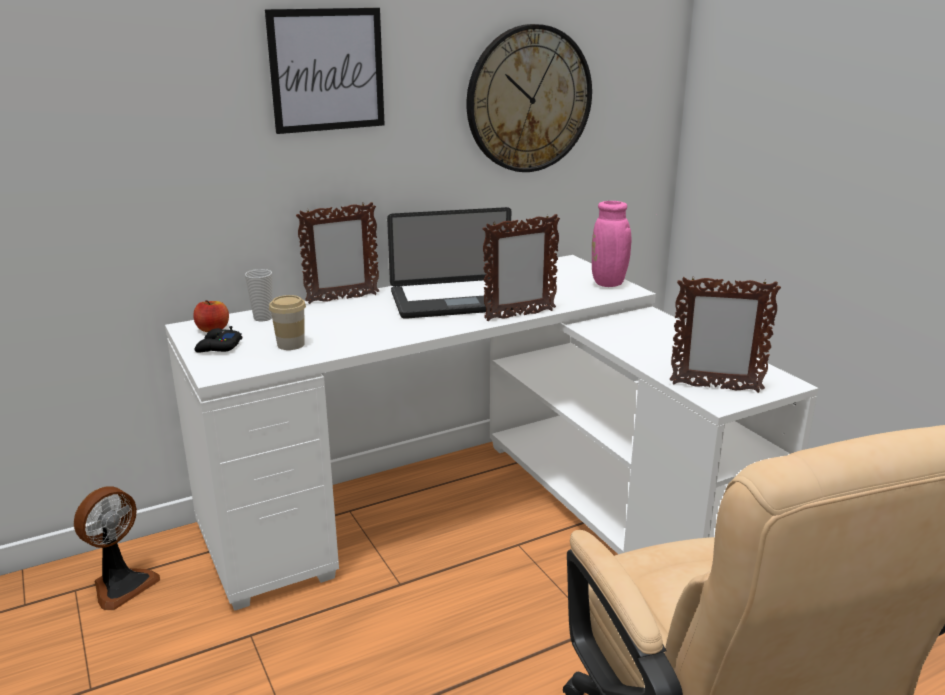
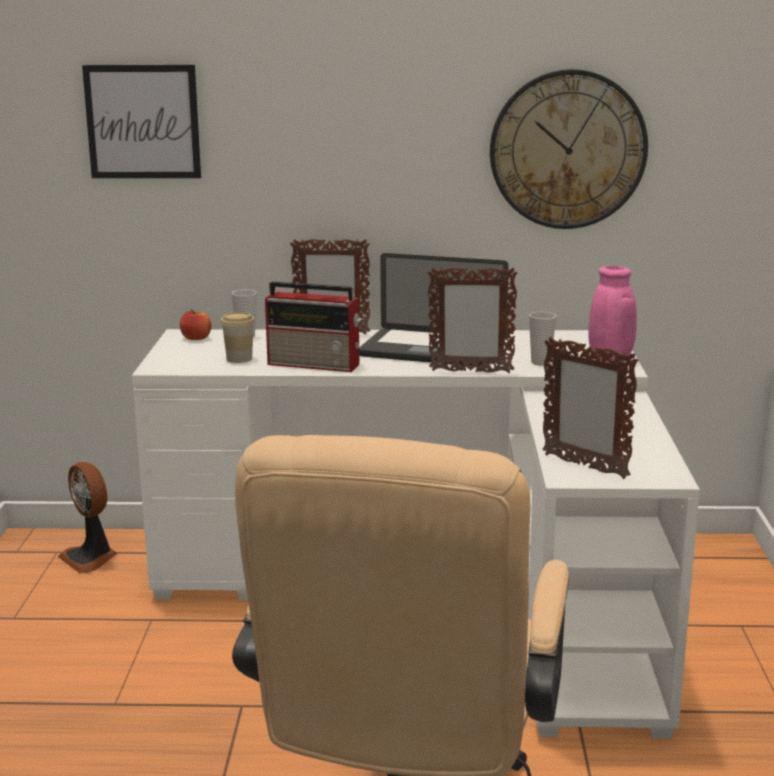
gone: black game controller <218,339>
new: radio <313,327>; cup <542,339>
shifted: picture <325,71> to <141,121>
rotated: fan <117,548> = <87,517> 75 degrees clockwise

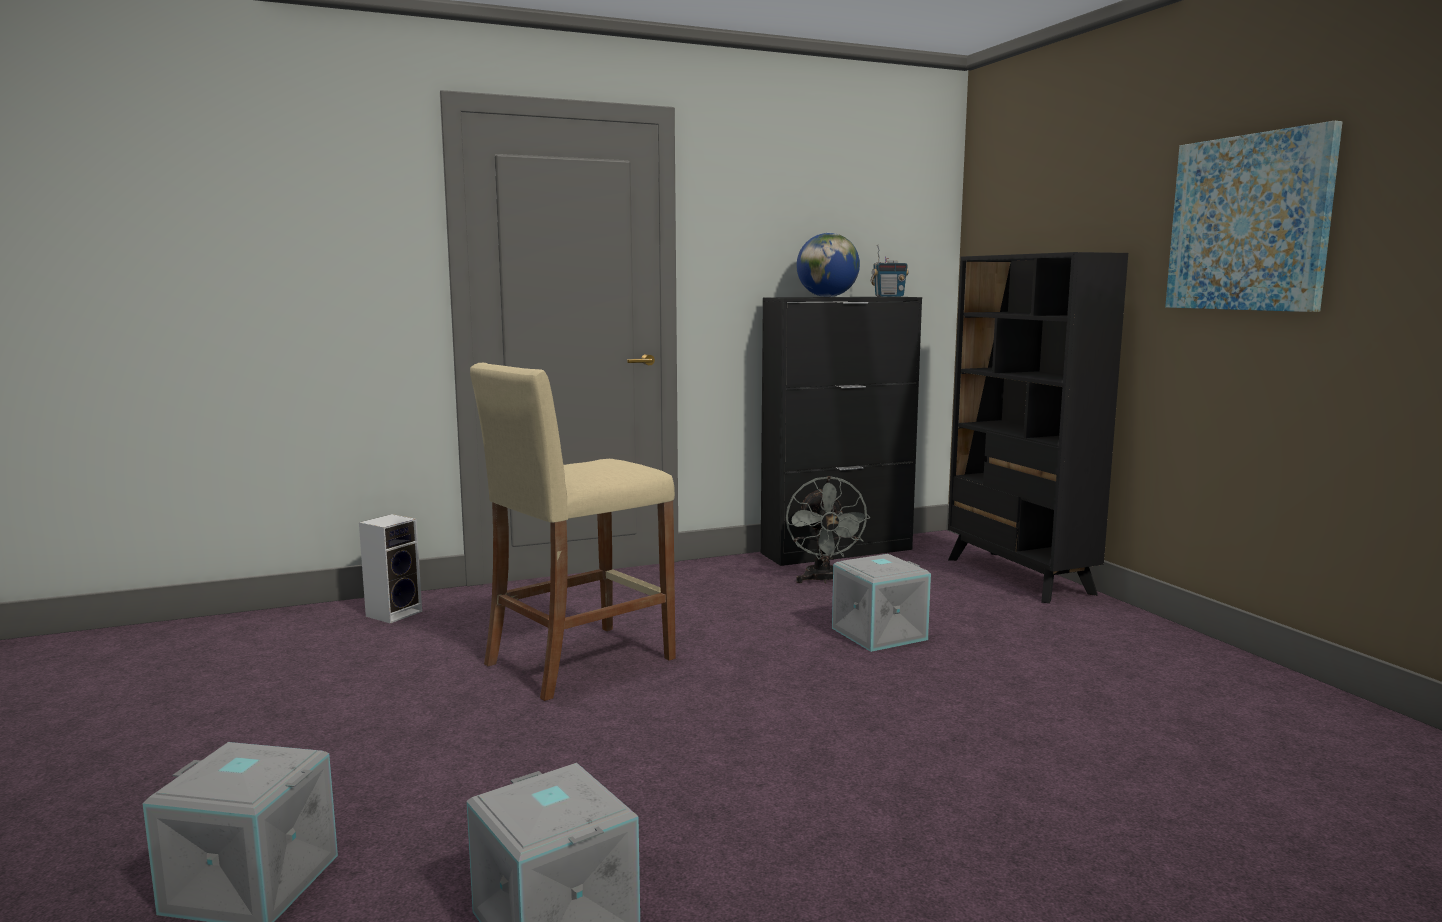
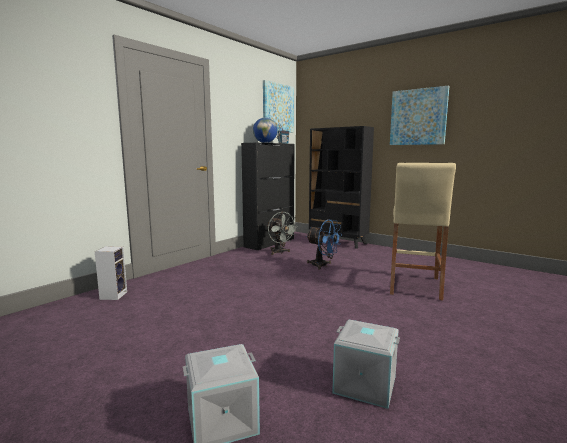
new: picture <278,106>
shifted: beige stool <573,532> to <423,231>
swapped: grey storage box <881,603> to blue fan <324,244>

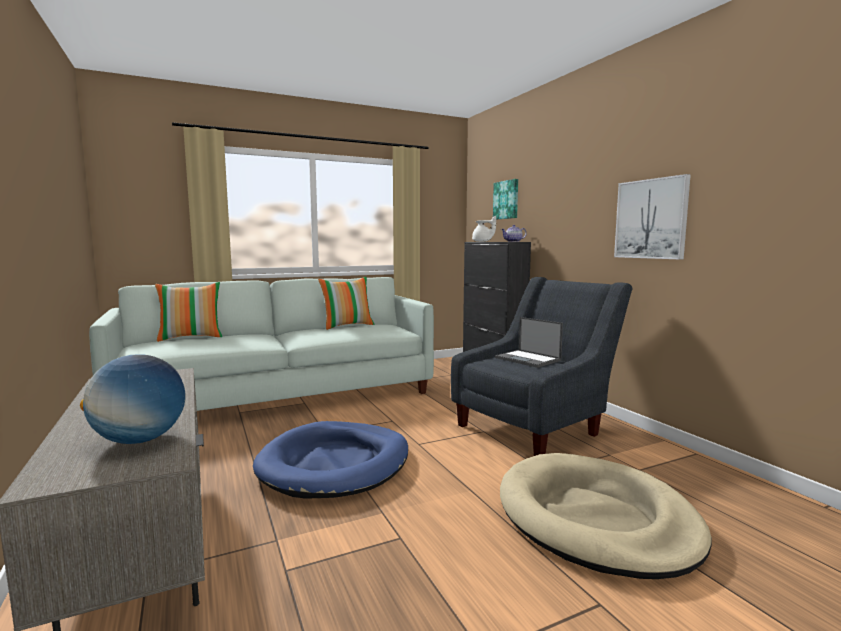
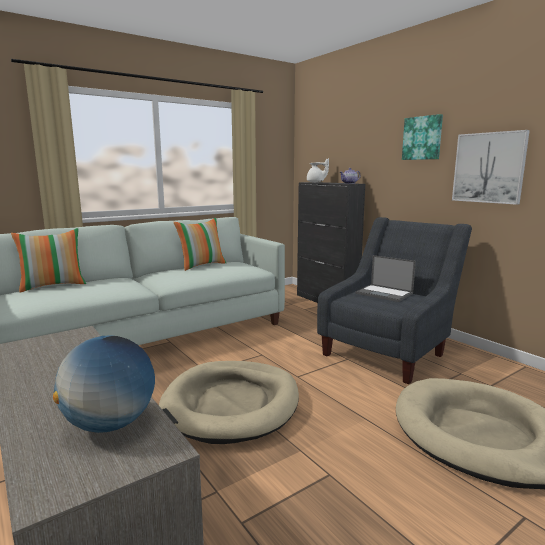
shifted: picture <505,199> to <422,137>
repainted: blue dog bed <330,460> to beige dog bed <229,402>

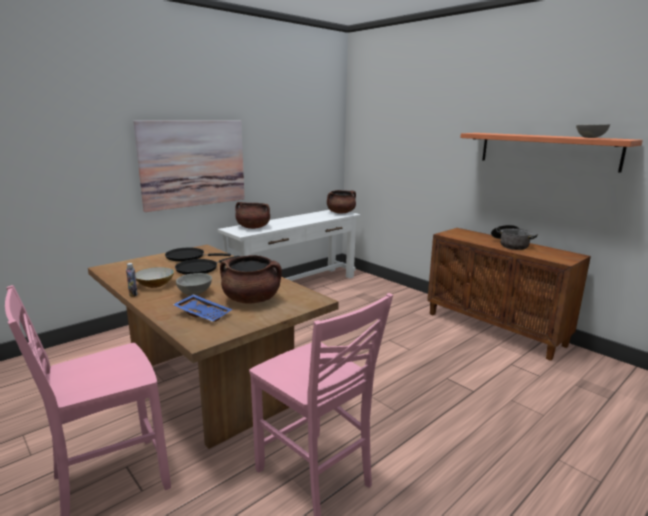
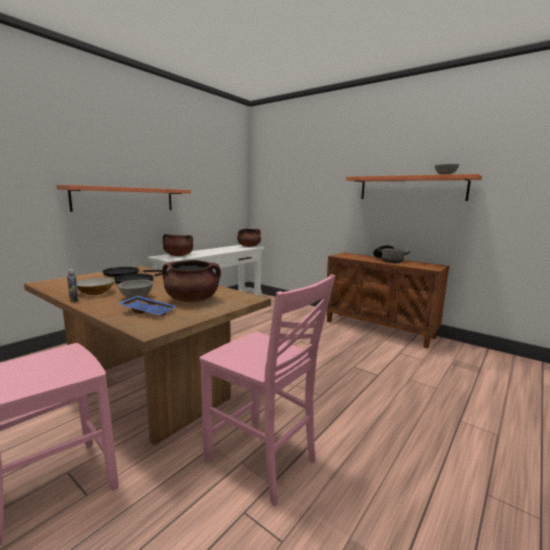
swapped: picture <189,166> to shelf <124,198>

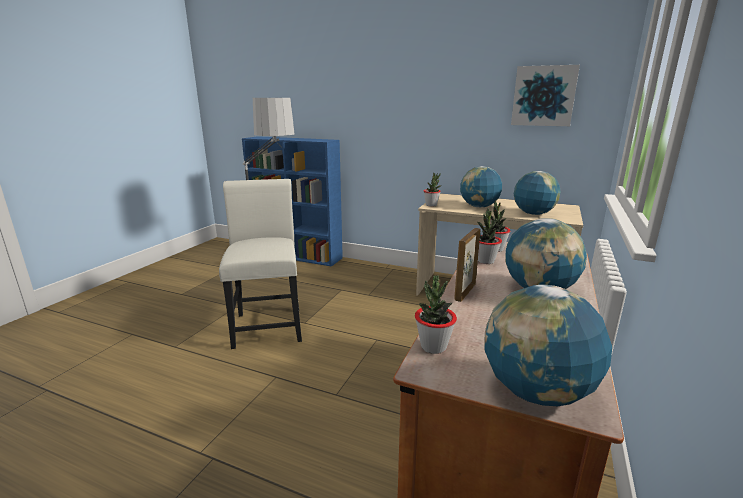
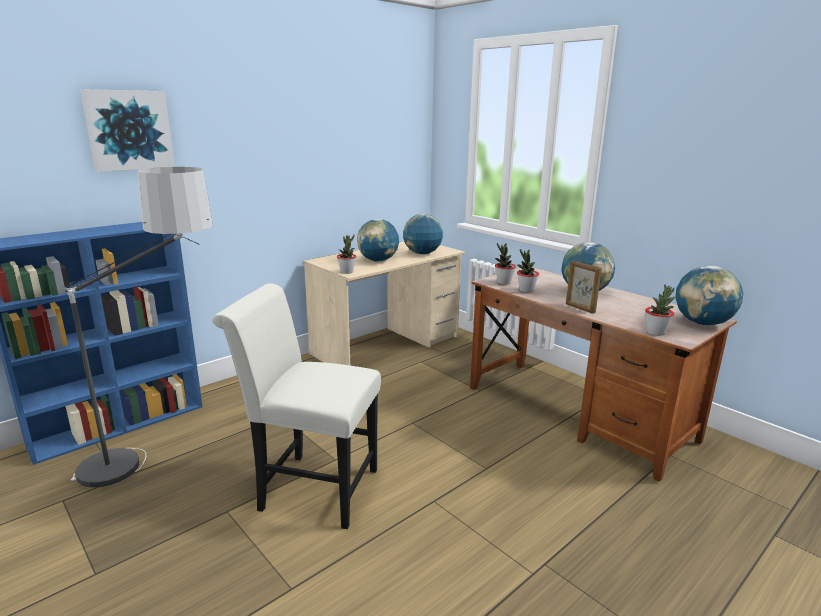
shifted: picture <545,95> to <127,130>

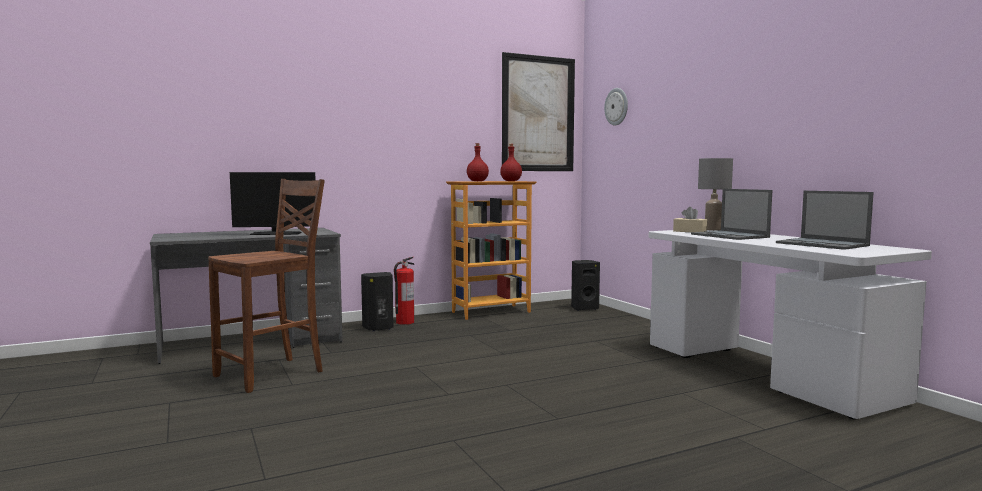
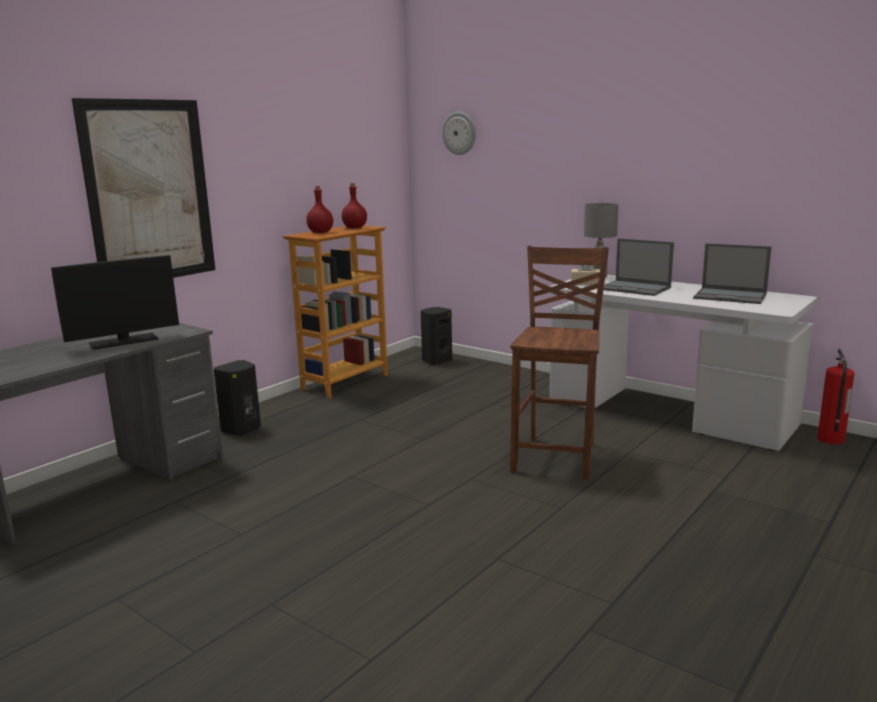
shifted: brown chair <266,286> to <559,363>; fire extinguisher <404,291> to <836,397>; picture <538,111> to <143,188>

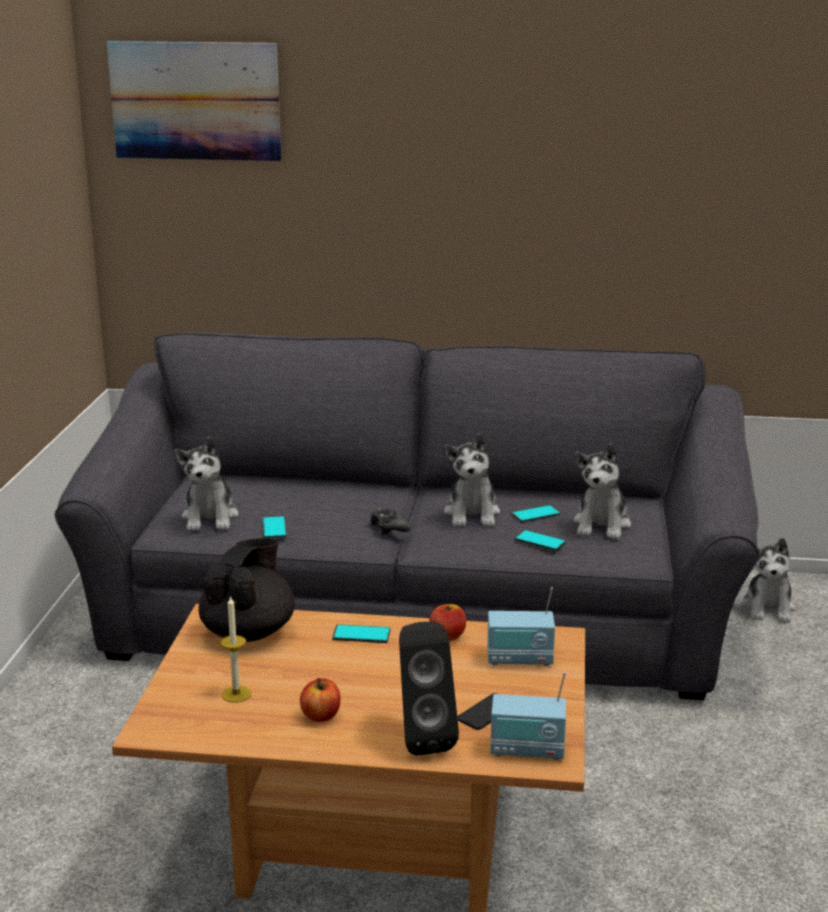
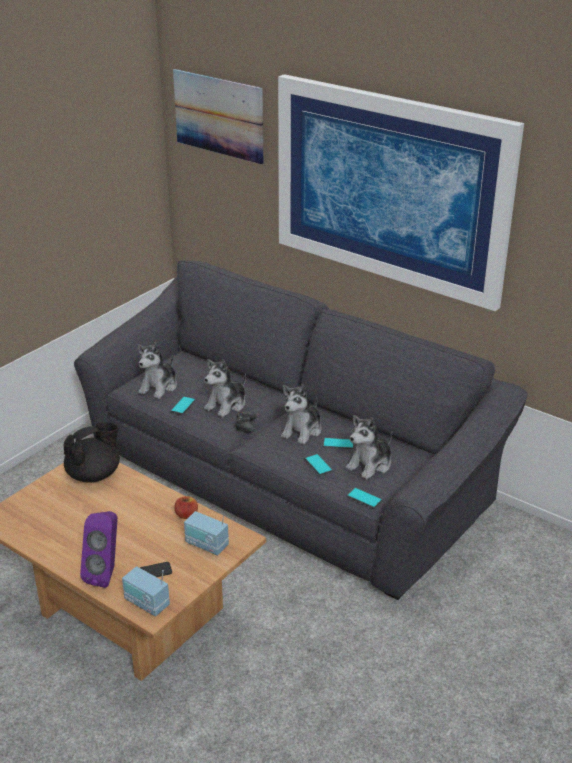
gone: candle <235,649>; apple <320,700>
new: picture <401,192>
shifted: phone <361,633> to <364,497>; plush toy <768,580> to <225,388>
repainted: black speaker <429,689> to purple speaker <98,549>

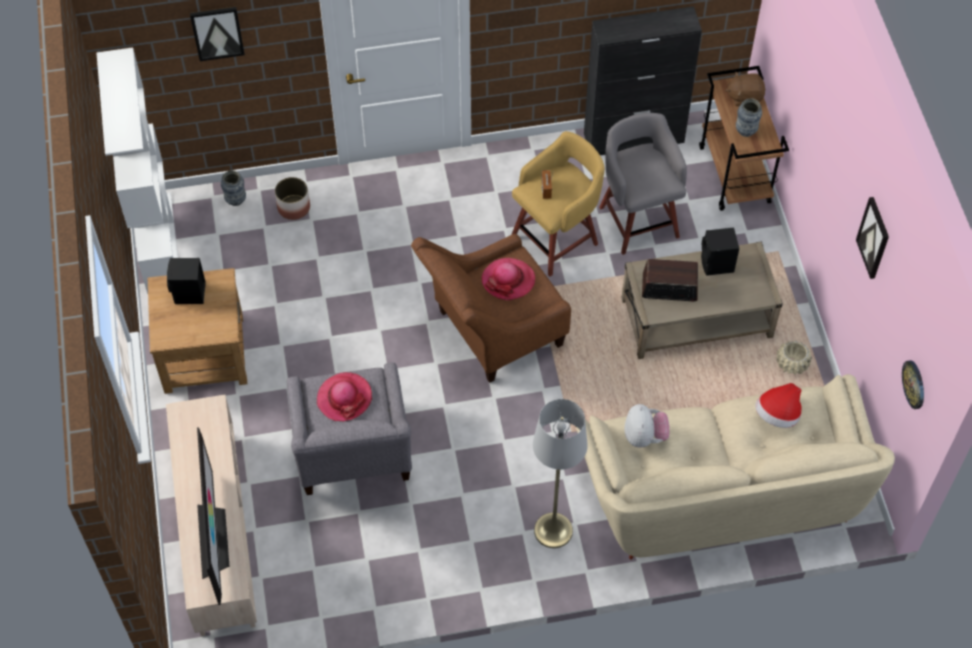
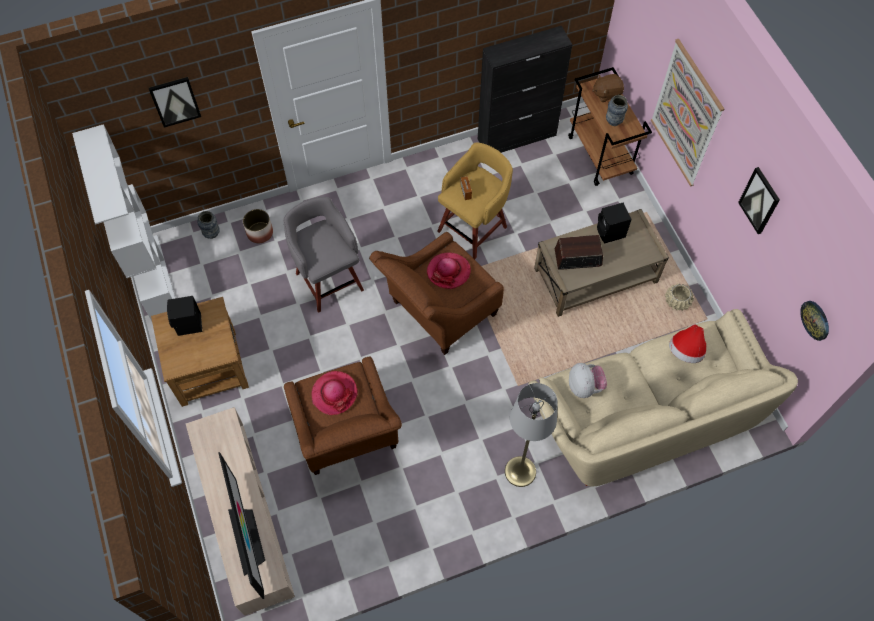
new: picture <687,113>
shifted: grey stool <643,184> to <323,255>
repainted: grey armchair <349,428> to brown armchair <343,416>

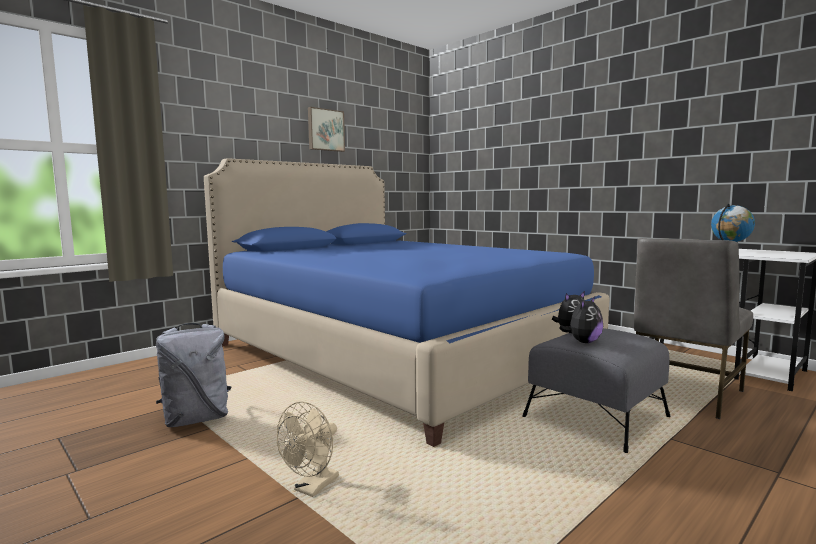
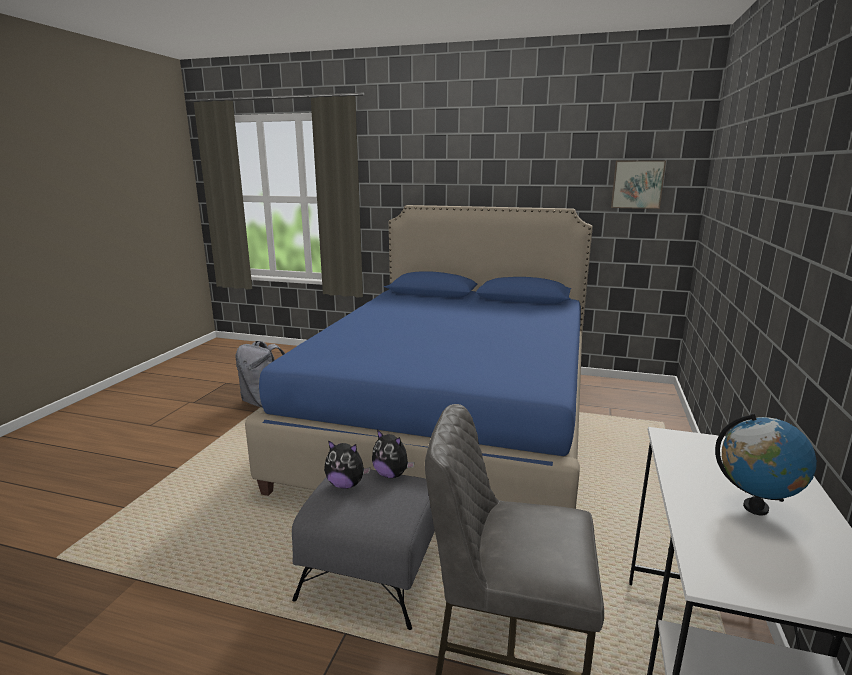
gone: beige fan <308,449>
shifted: picture <326,129> to <638,184>

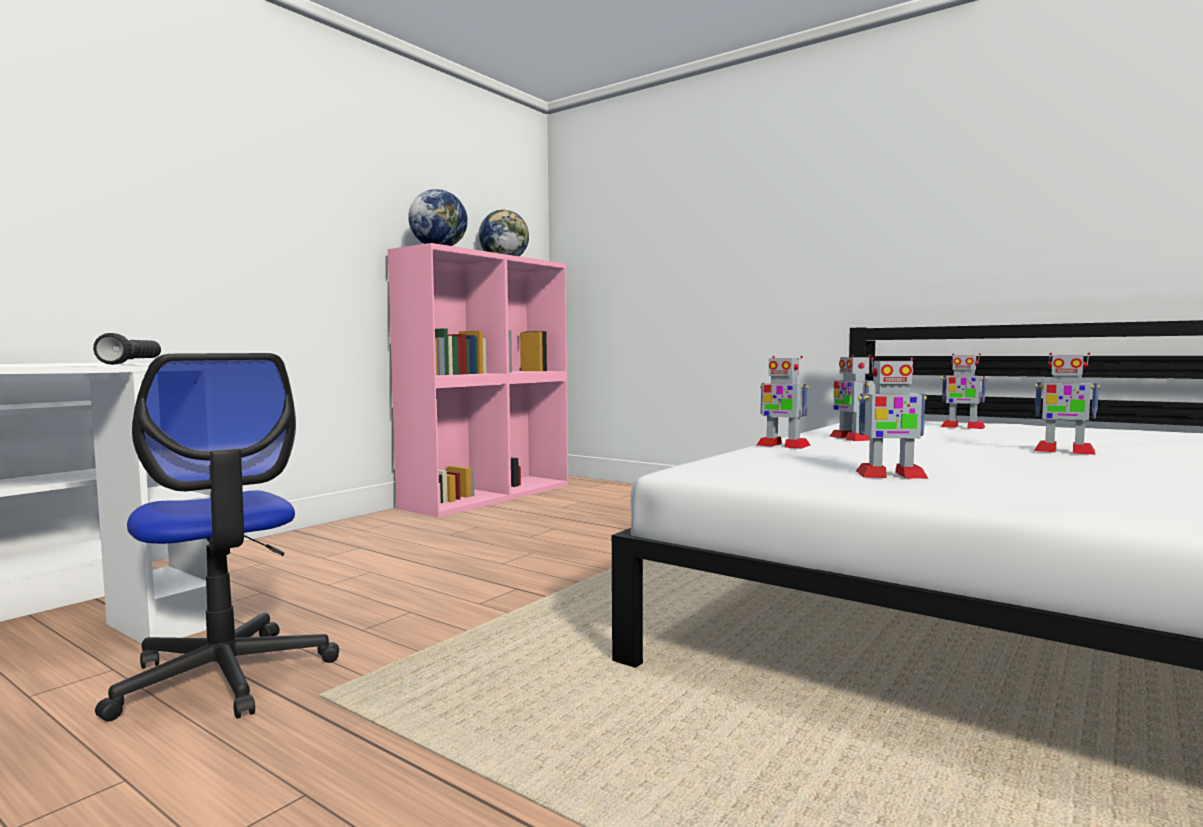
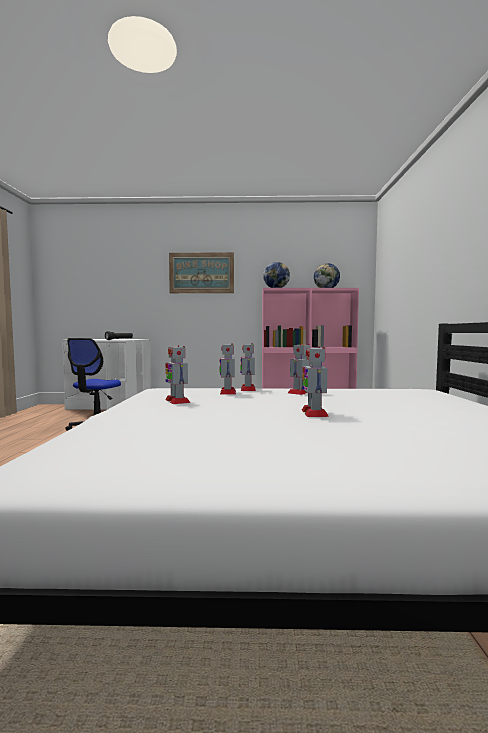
new: picture <201,272>
shifted: toy robot <964,391> to <227,369>

